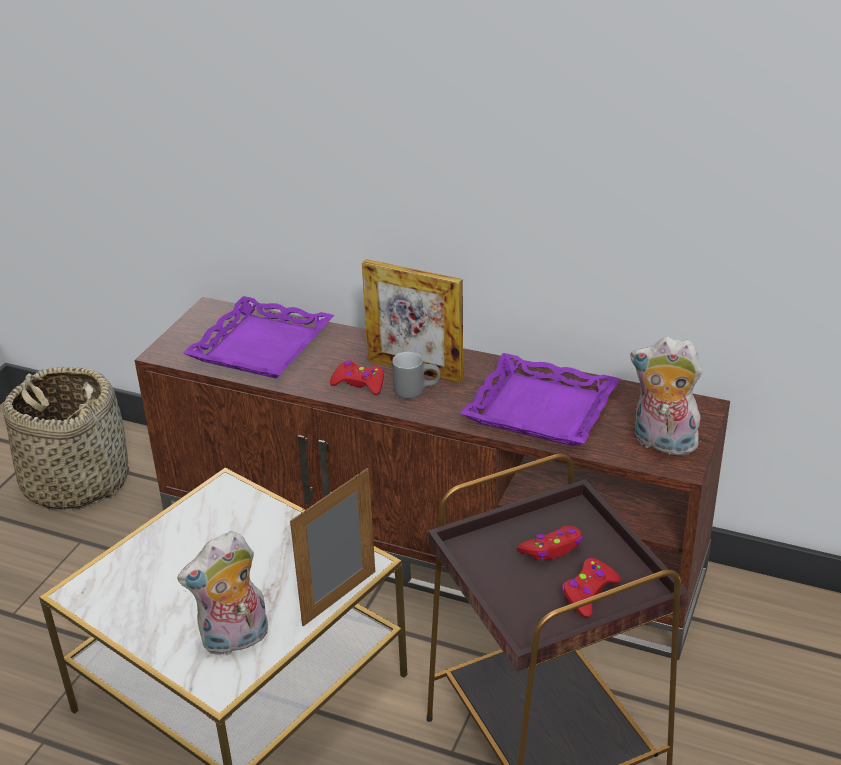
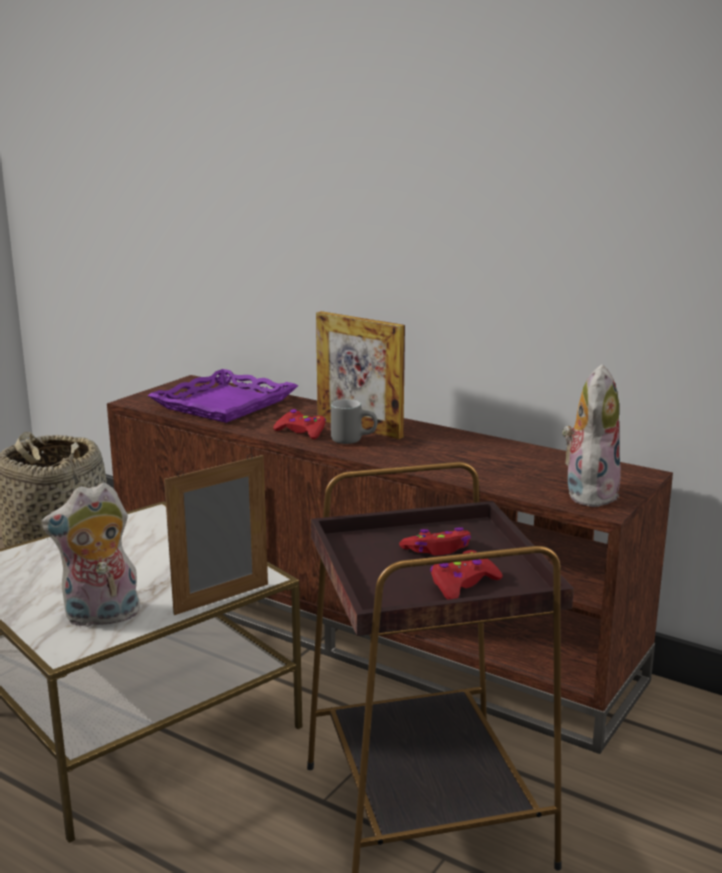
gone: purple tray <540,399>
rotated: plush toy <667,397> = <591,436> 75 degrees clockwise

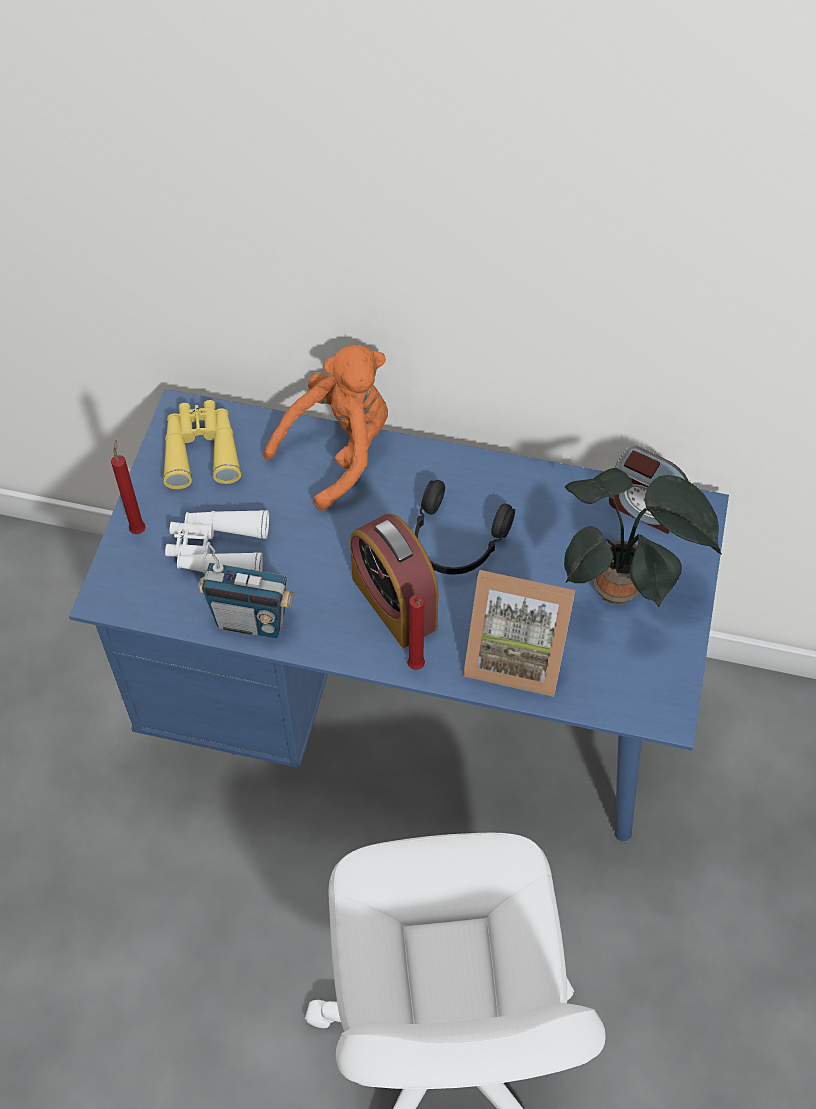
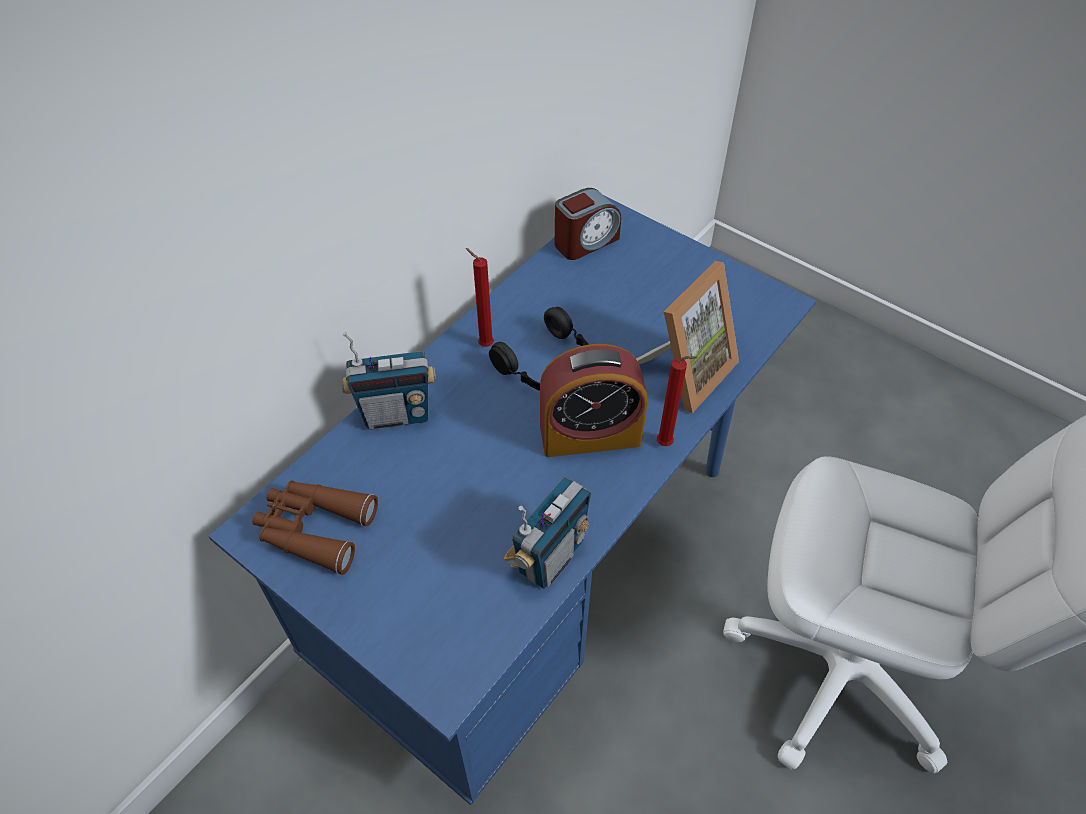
gone: white binoculars <217,541>; potted plant <643,537>
shifted: red candle <128,487> to <480,297>
swapped: orange plush toy <325,428> to radio <388,381>
repainted: yellow binoculars <202,444> to brown binoculars <315,527>

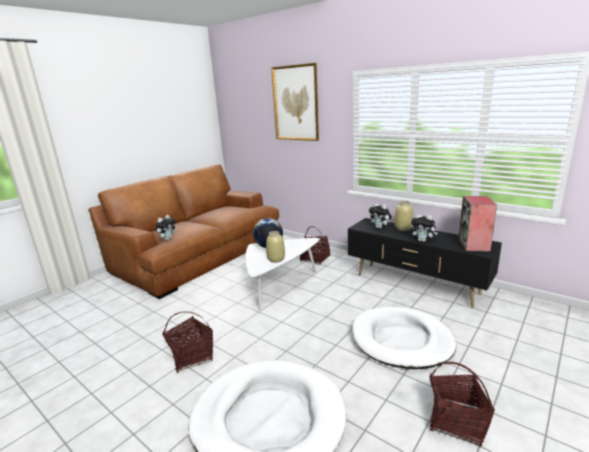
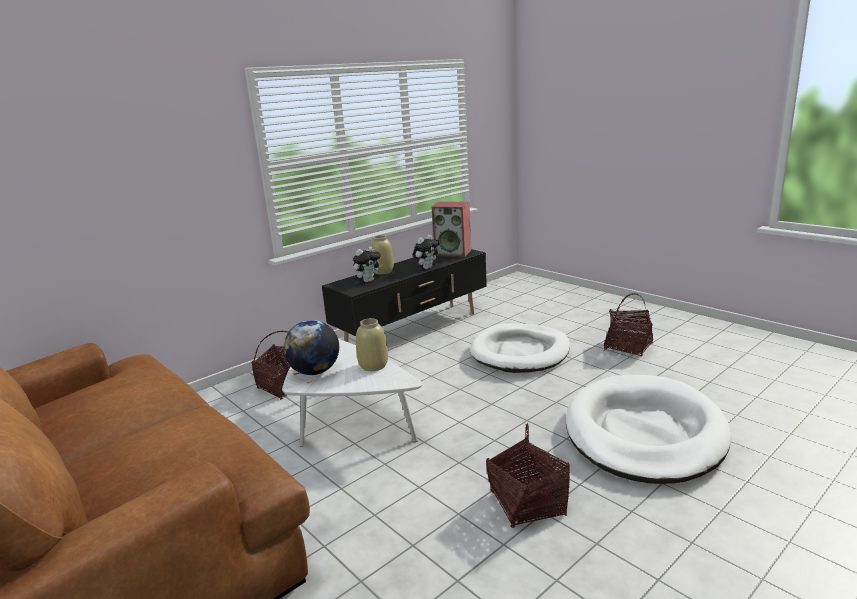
gone: plush toy <166,228>; picture <295,102>

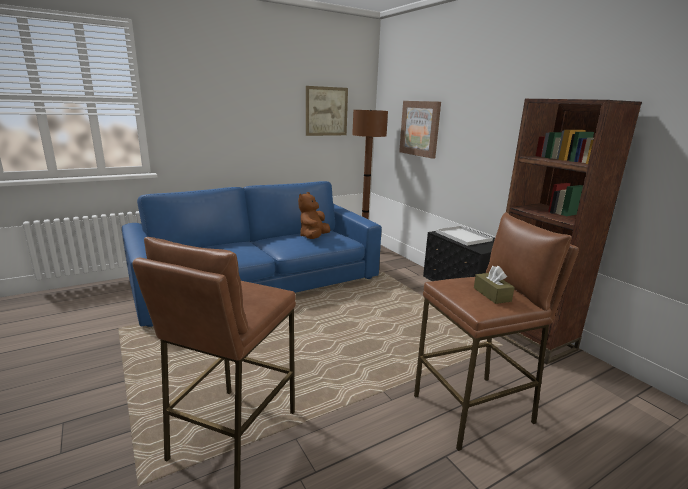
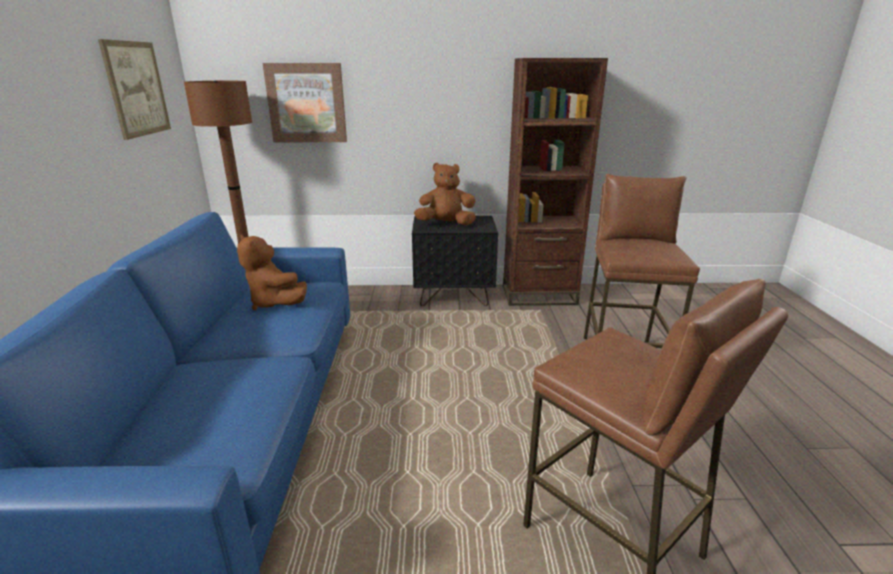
gone: brown tissue box <494,285>
swapped: white tray <464,236> to brown plush toy <445,194>

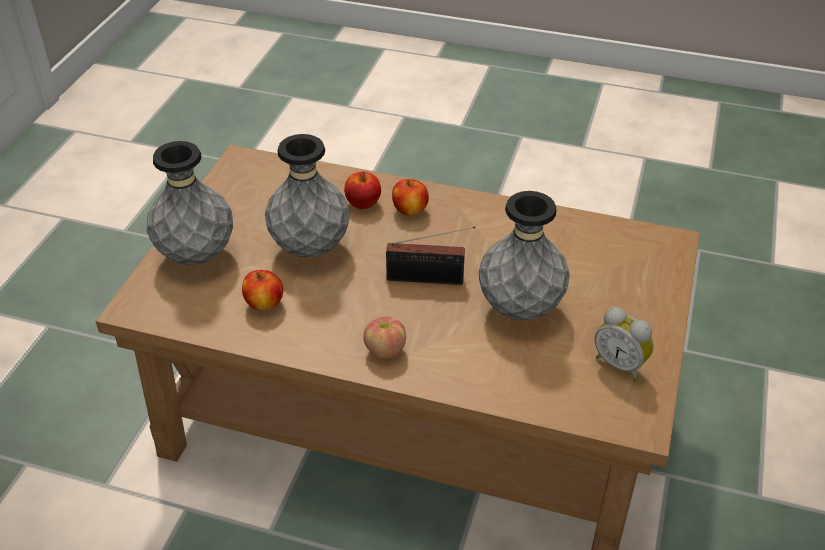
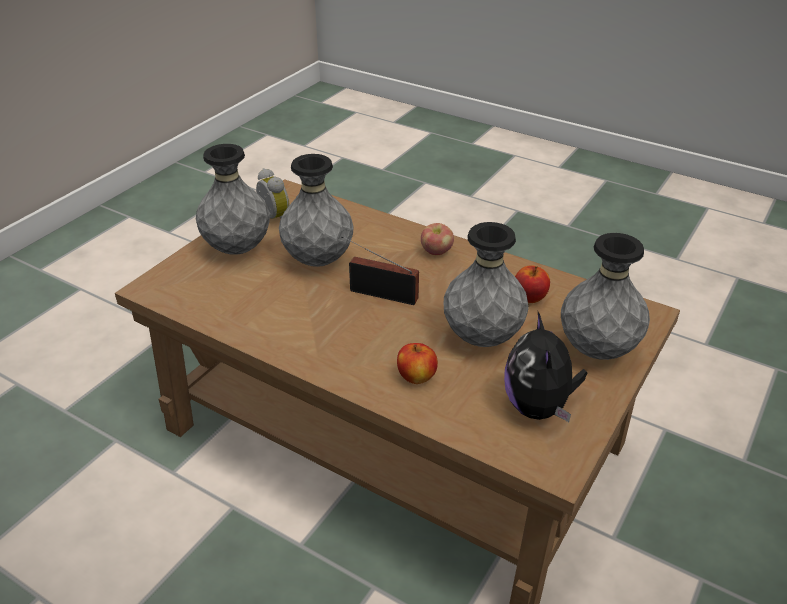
gone: apple <410,197>
new: grey vase <233,199>; plush toy <545,367>

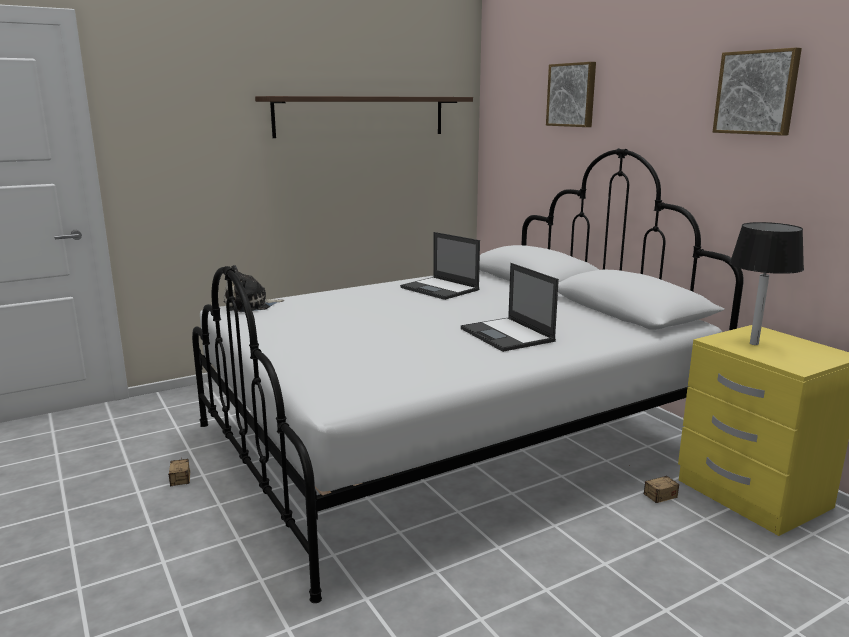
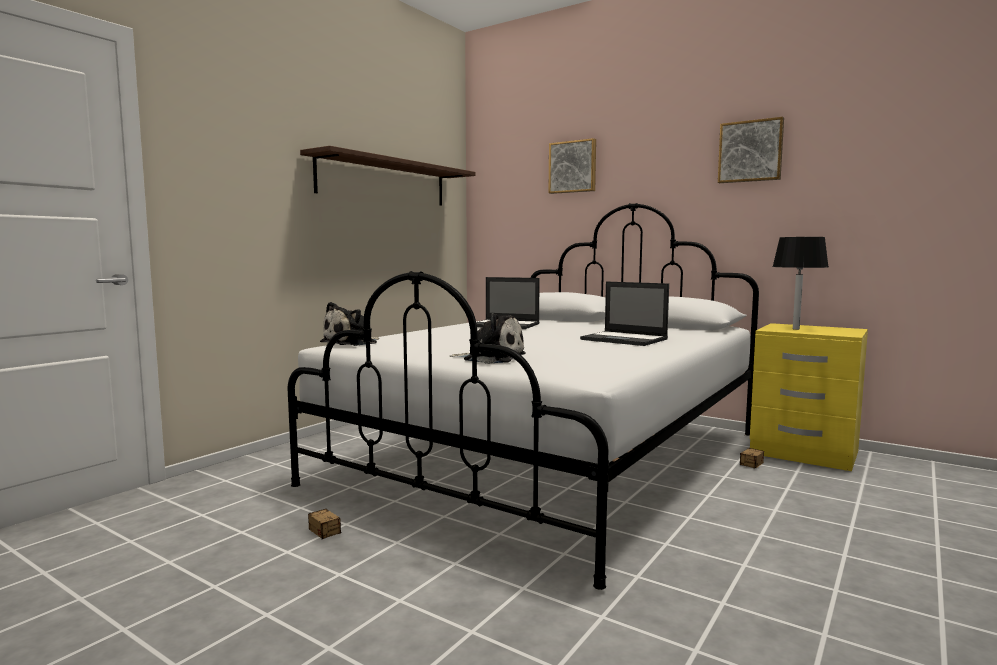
new: plush toy <488,338>

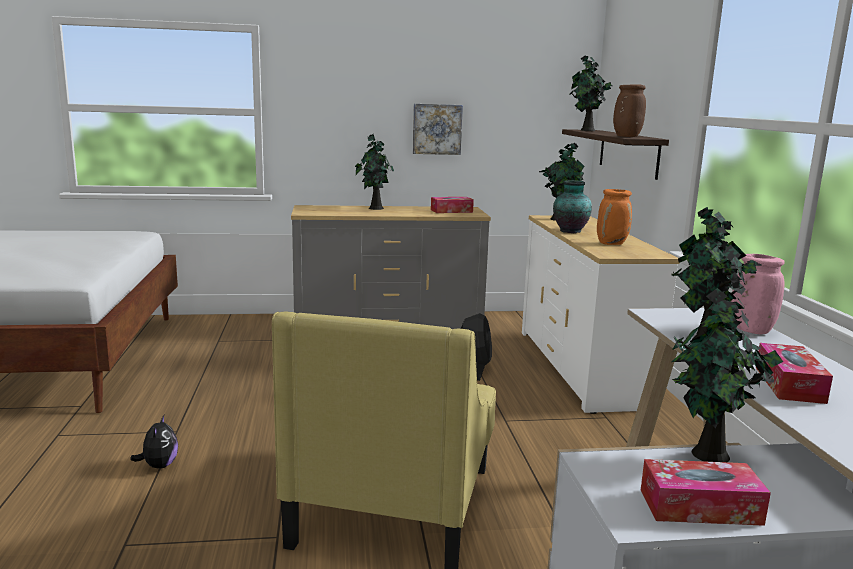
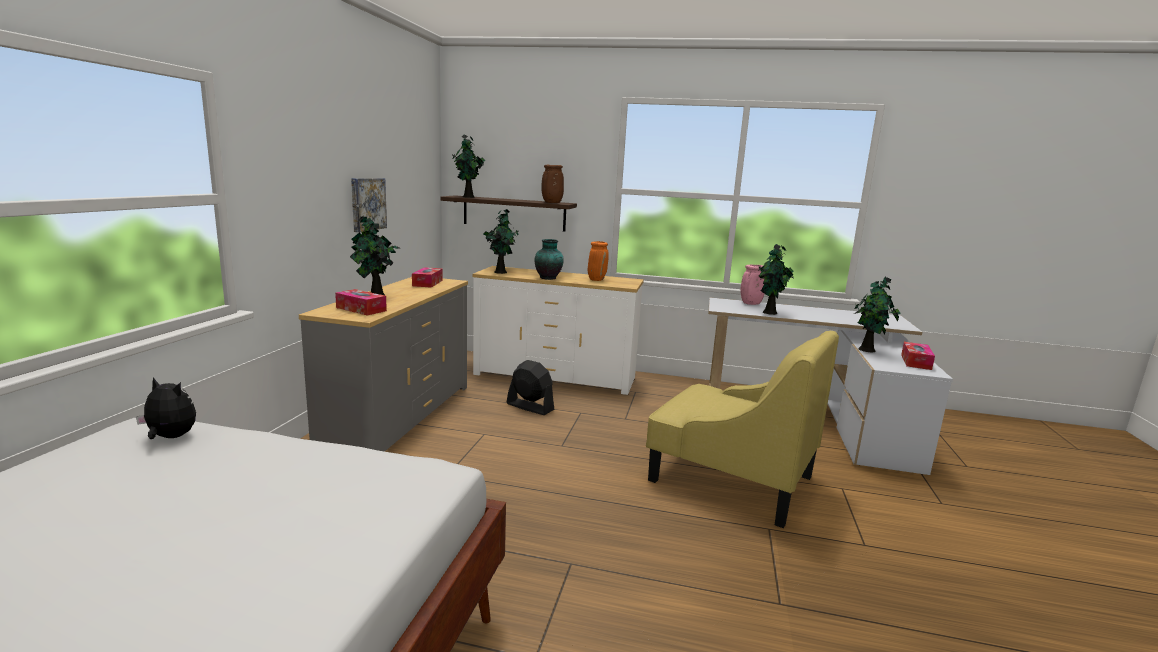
shifted: plush toy <154,442> to <166,408>; tissue box <794,373> to <361,302>

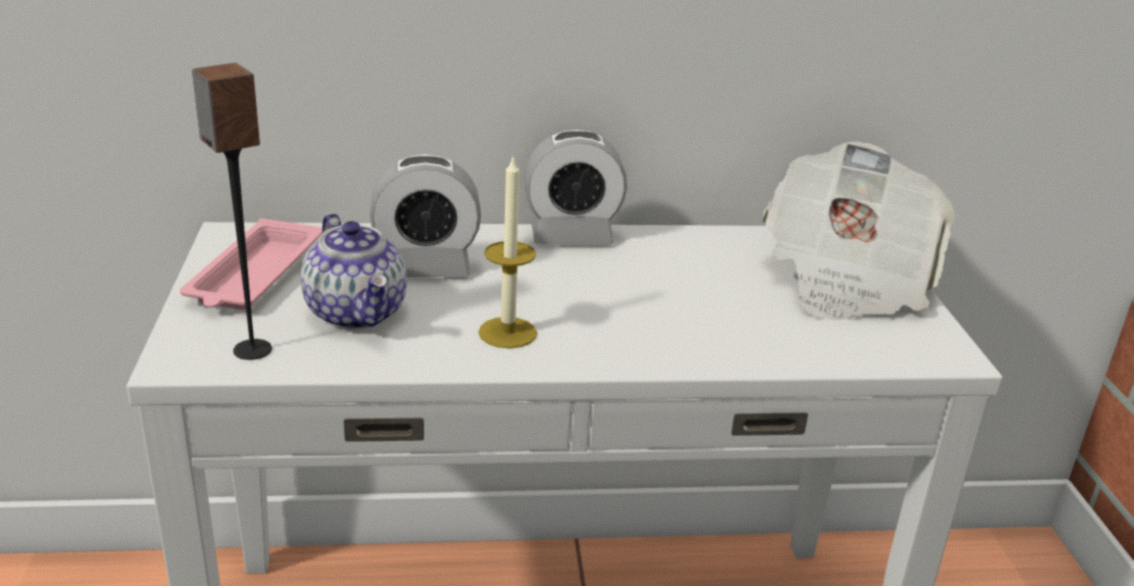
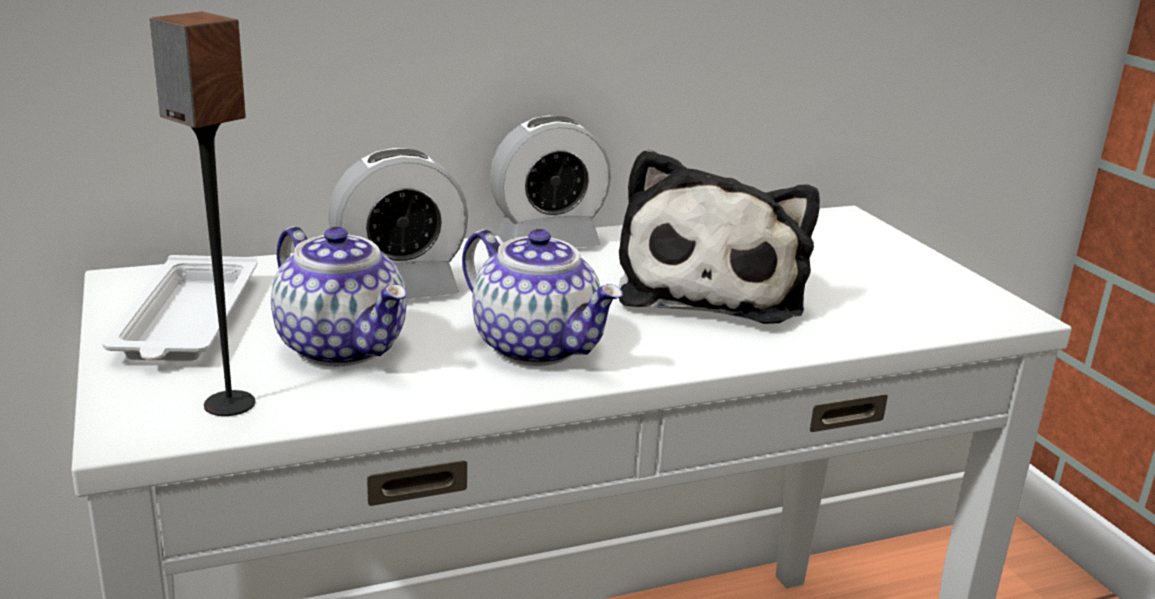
gone: newspaper <859,230>
new: plush toy <719,236>
swapped: candle <507,251> to teapot <542,297>
repainted: pink tray <251,264> to white tray <179,308>

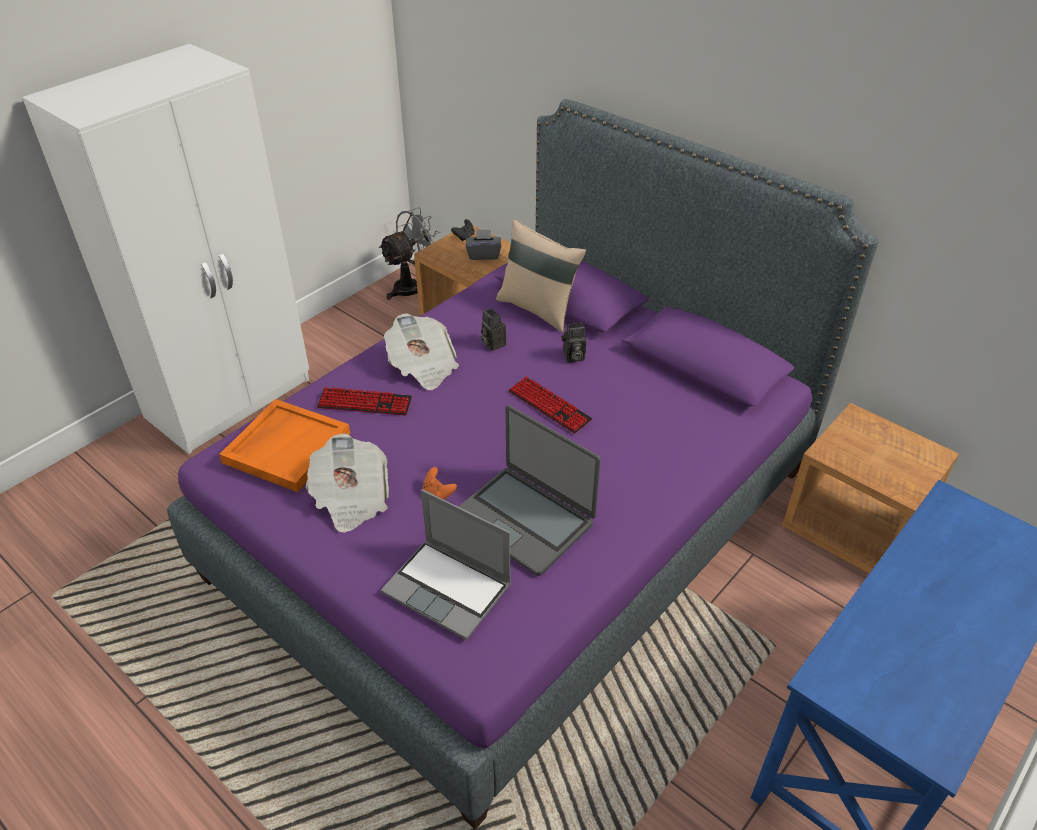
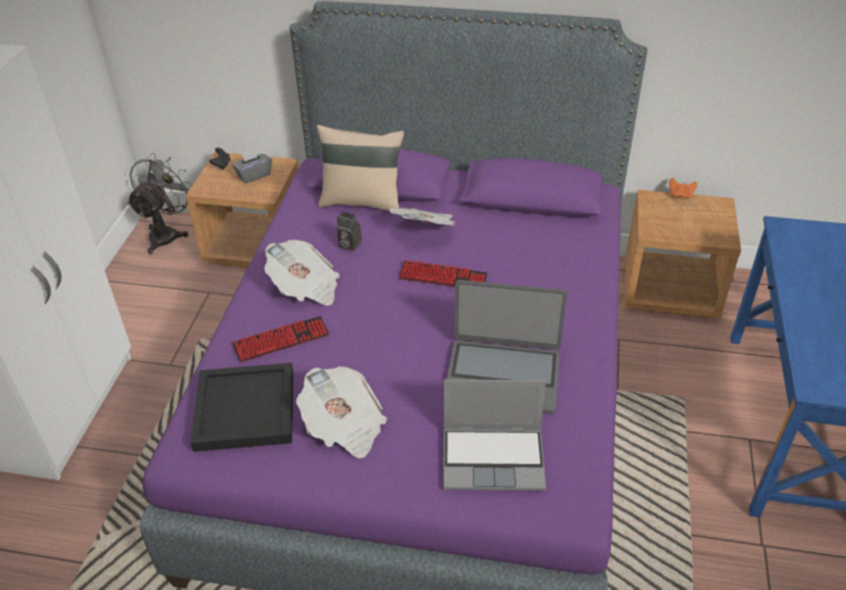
shifted: orange game controller <440,483> to <683,188>
swapped: photo camera <573,342> to newspaper <422,216>
repainted: orange tray <284,445> to black tray <241,407>

